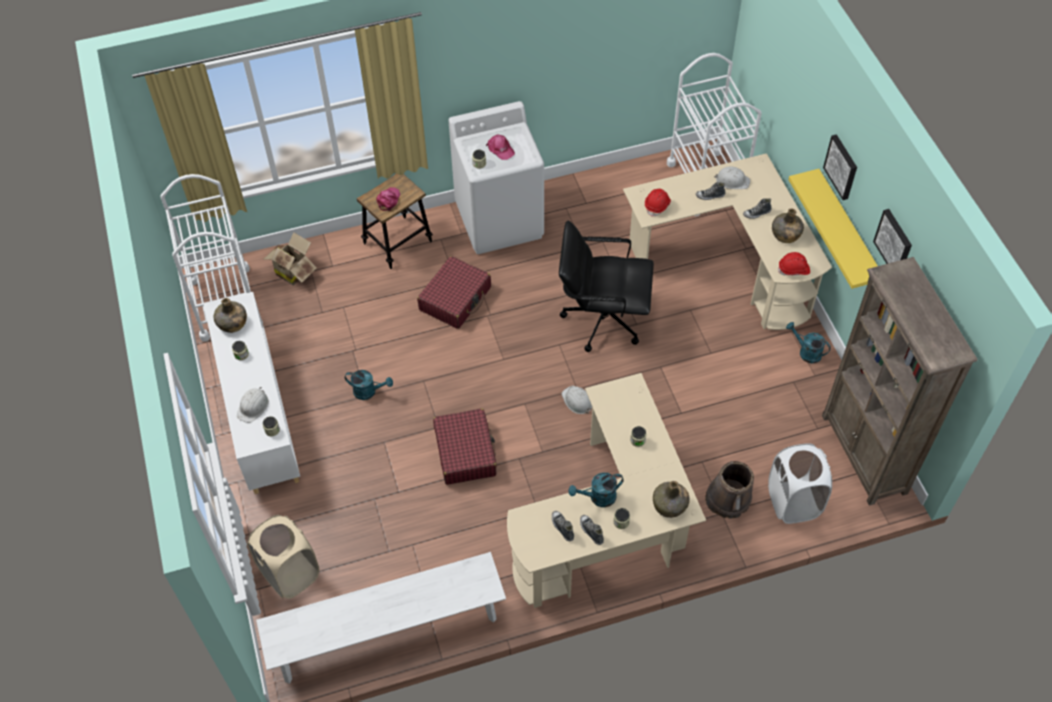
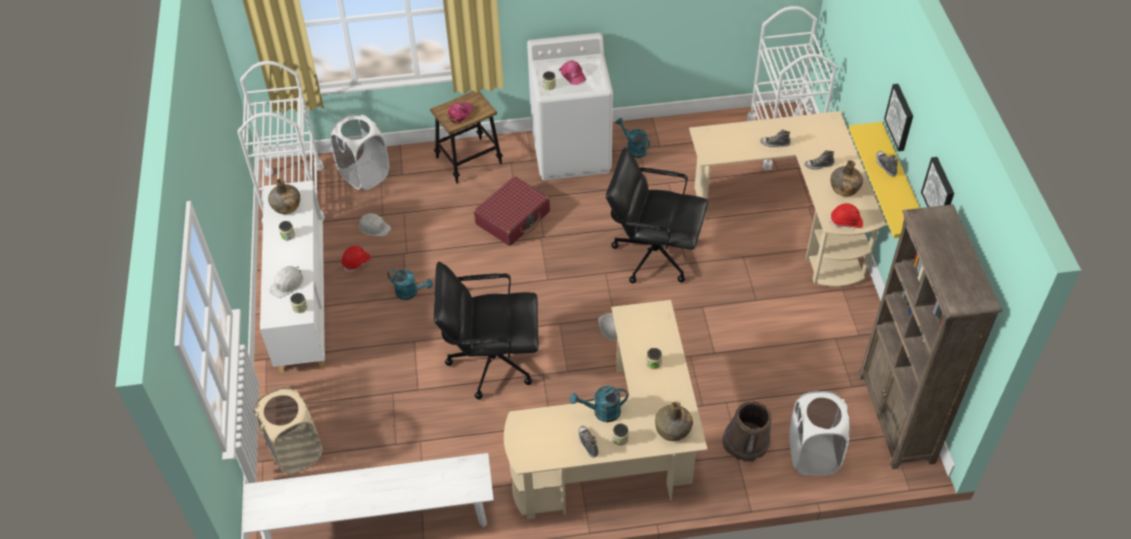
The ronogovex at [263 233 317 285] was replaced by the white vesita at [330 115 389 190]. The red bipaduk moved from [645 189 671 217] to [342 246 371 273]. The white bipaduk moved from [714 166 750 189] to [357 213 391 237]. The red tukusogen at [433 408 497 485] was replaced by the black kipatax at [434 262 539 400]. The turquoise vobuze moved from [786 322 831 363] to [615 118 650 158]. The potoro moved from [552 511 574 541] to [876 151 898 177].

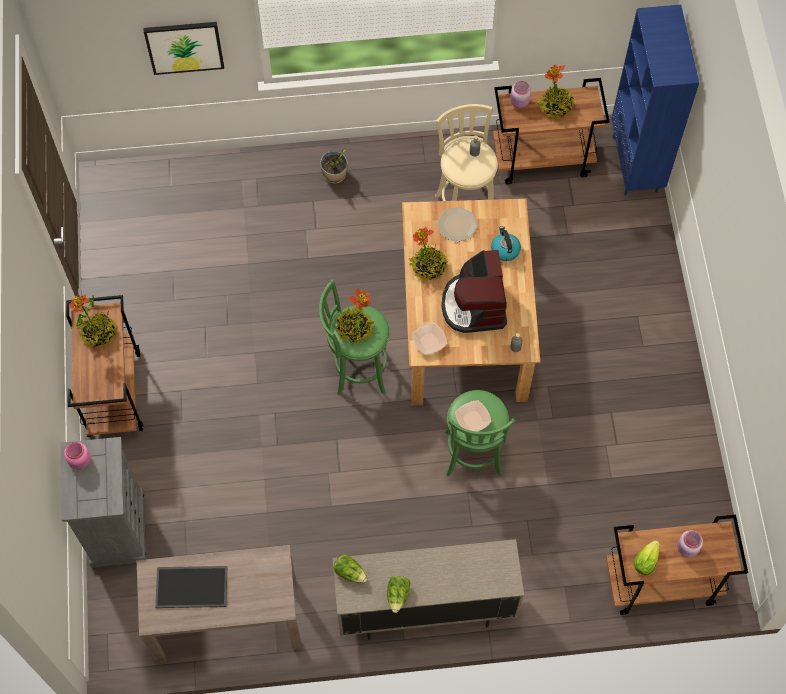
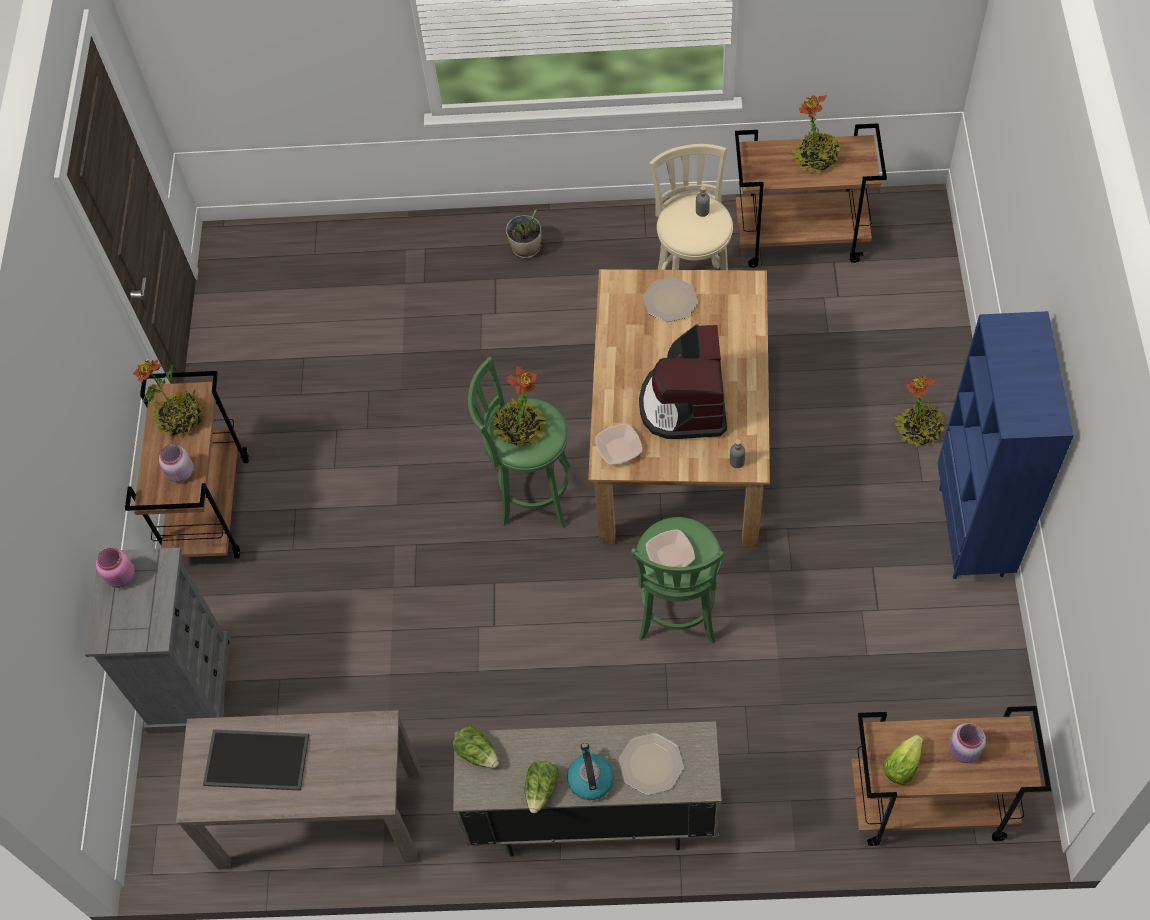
The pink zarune moved from [510 81 531 108] to [159 444 194 482]. The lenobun moved from [491 226 521 261] to [567 743 614 800]. The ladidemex at [619 733 684 795] appeared. The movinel moved from [409 227 448 281] to [894 375 945 447]. The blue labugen moved from [611 5 699 195] to [937 311 1074 579]. The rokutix at [143 22 224 75] disappeared.

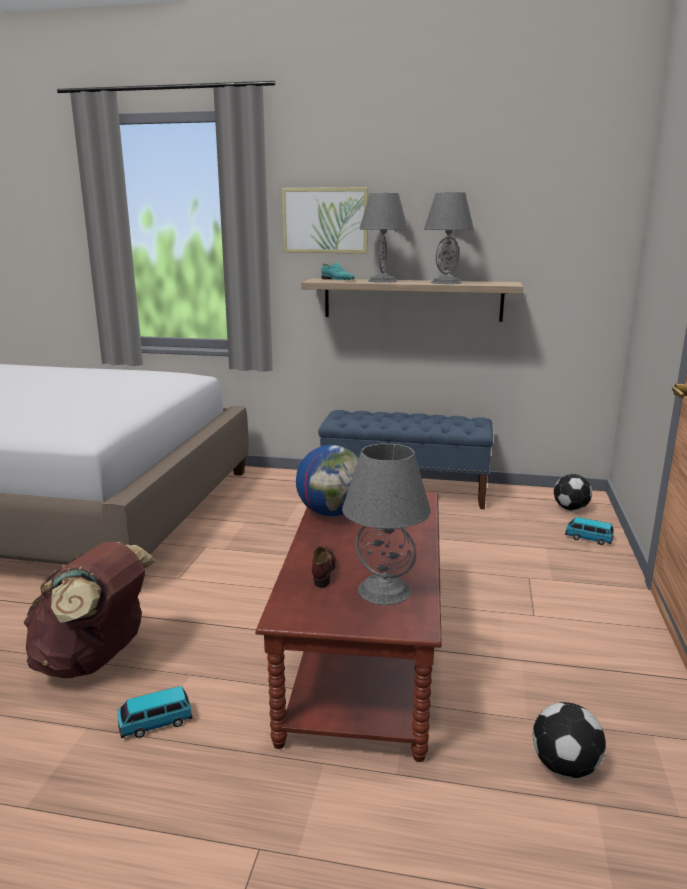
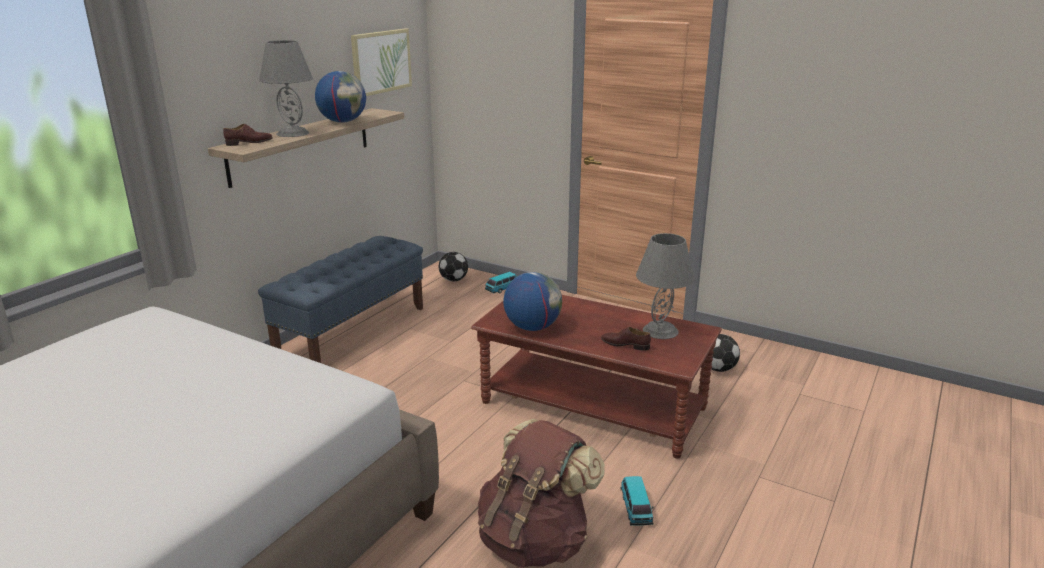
The turquoise potoro at [321 262 355 280] became the brown potoro at [223 124 273 146]. The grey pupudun at [424 192 474 284] was replaced by the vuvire at [315 71 366 123]. The rokutix moved from [282 187 369 253] to [351 28 412 96].

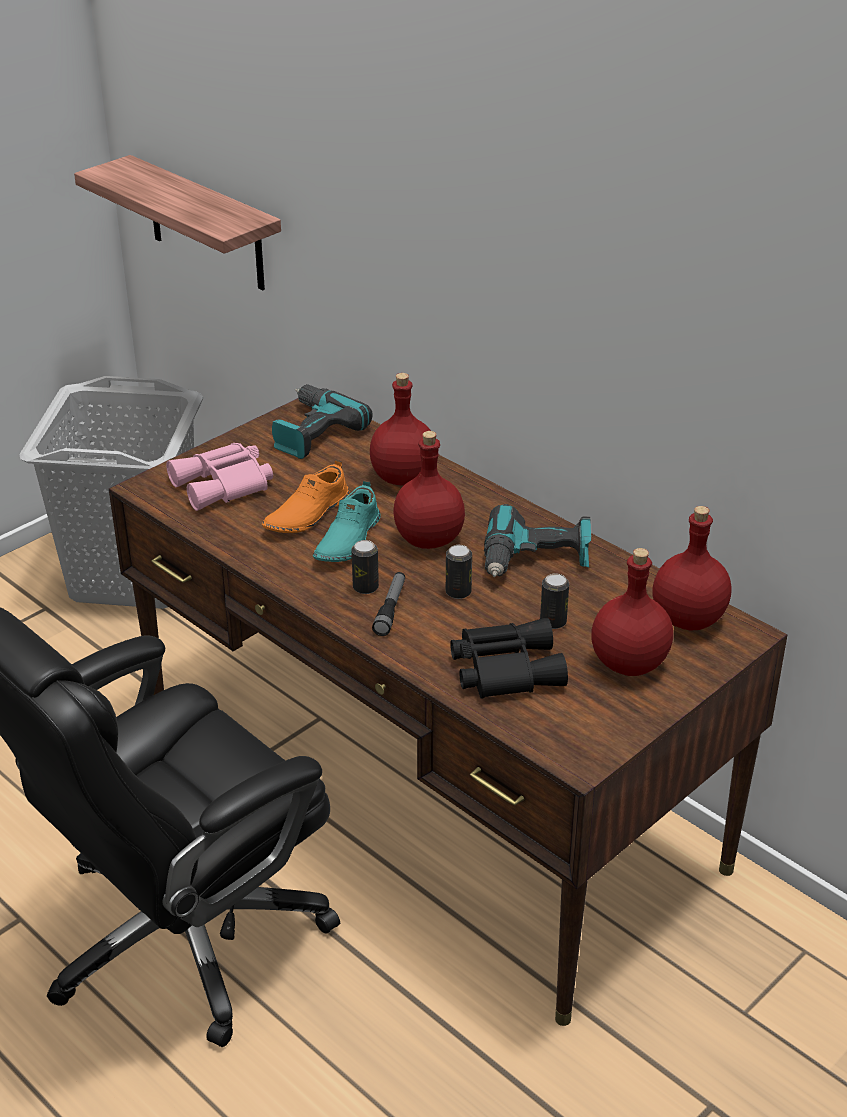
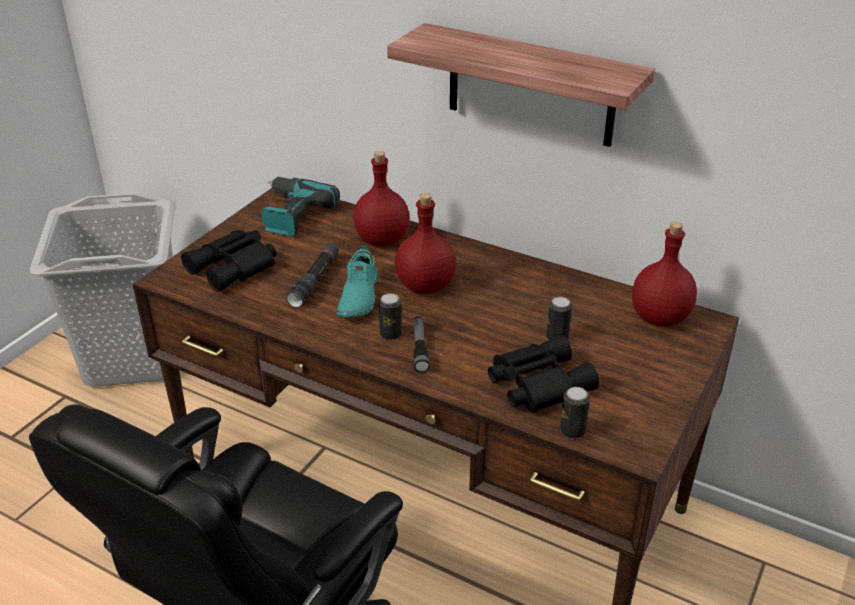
The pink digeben at [166 443 273 511] became the black digeben at [181 230 276 292]. The orange potoro at [262 459 350 533] was replaced by the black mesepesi at [286 243 339 308]. The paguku moved from [74 155 281 290] to [387 23 655 147]. The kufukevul moved from [446 545 472 599] to [560 387 590 439]. The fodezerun at [484 504 591 577] disappeared. The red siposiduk at [591 548 673 676] disappeared.

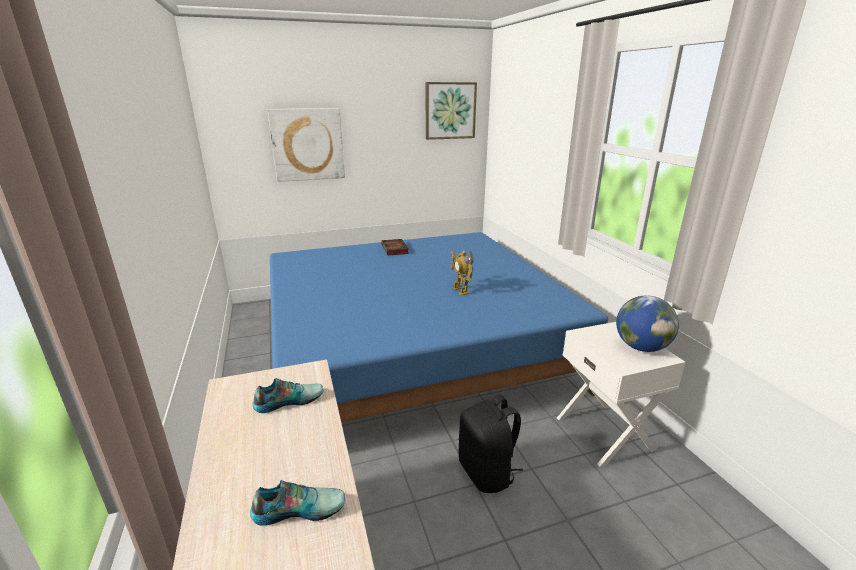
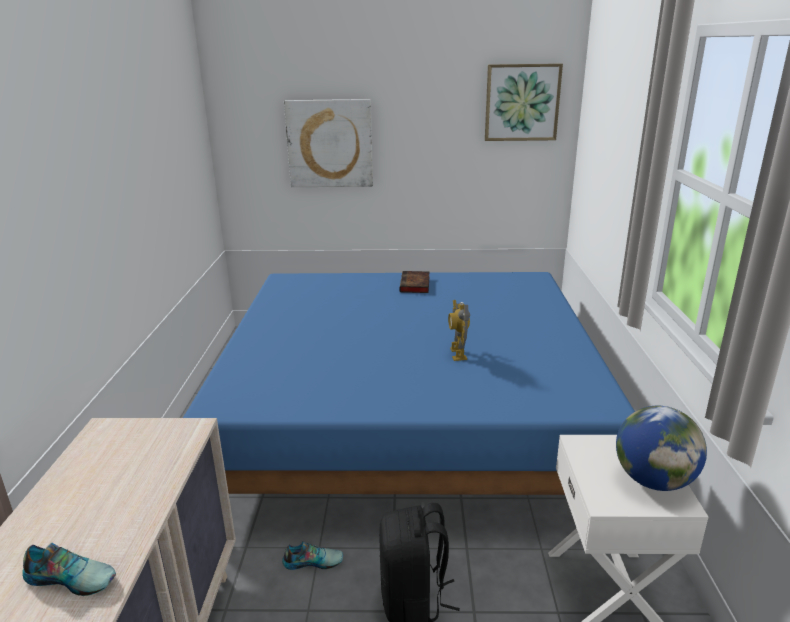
The potoro moved from [252 378 323 413] to [282 541 343 570].

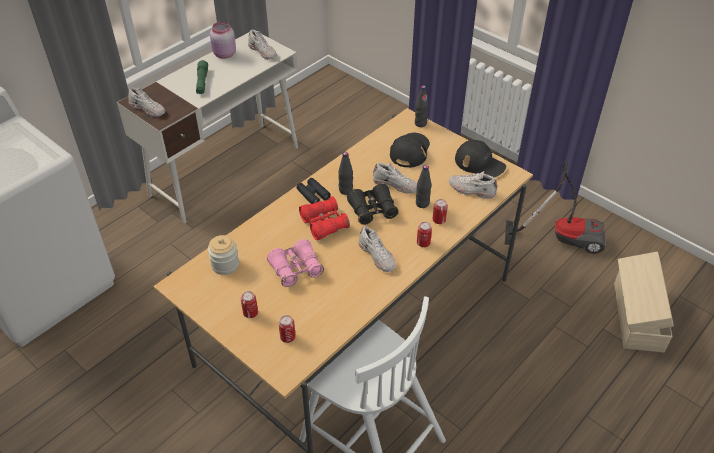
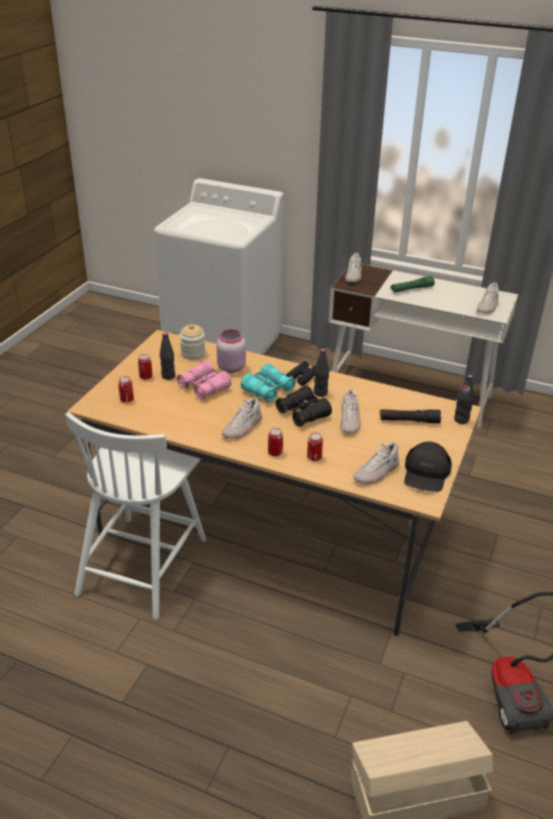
The black siposiduk moved from [416 165 432 208] to [160 333 175 380]. The pink zarune moved from [210 22 236 59] to [217 330 246 373]. The red digeben at [299 196 350 240] became the turquoise digeben at [241 363 296 403]. The white potoro at [449 171 497 199] turned 135 degrees counterclockwise. The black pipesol at [390 133 430 168] was replaced by the black mesepesi at [380 409 441 423].

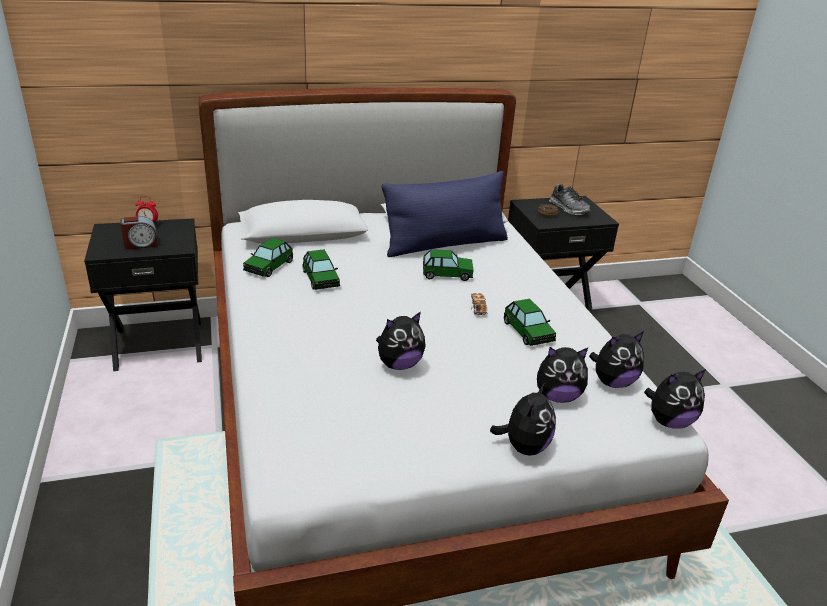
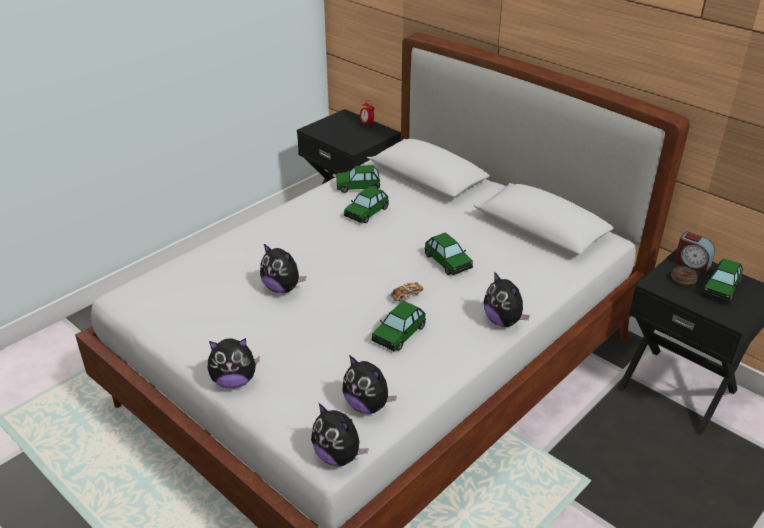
The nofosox moved from [537 347 588 403] to [483 271 530 327]. The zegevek moved from [120 216 158 249] to [674 232 715 273]. The potoro at [549 184 590 215] was replaced by the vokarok at [702 258 743 303]. The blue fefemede at [382 171 508 257] disappeared.

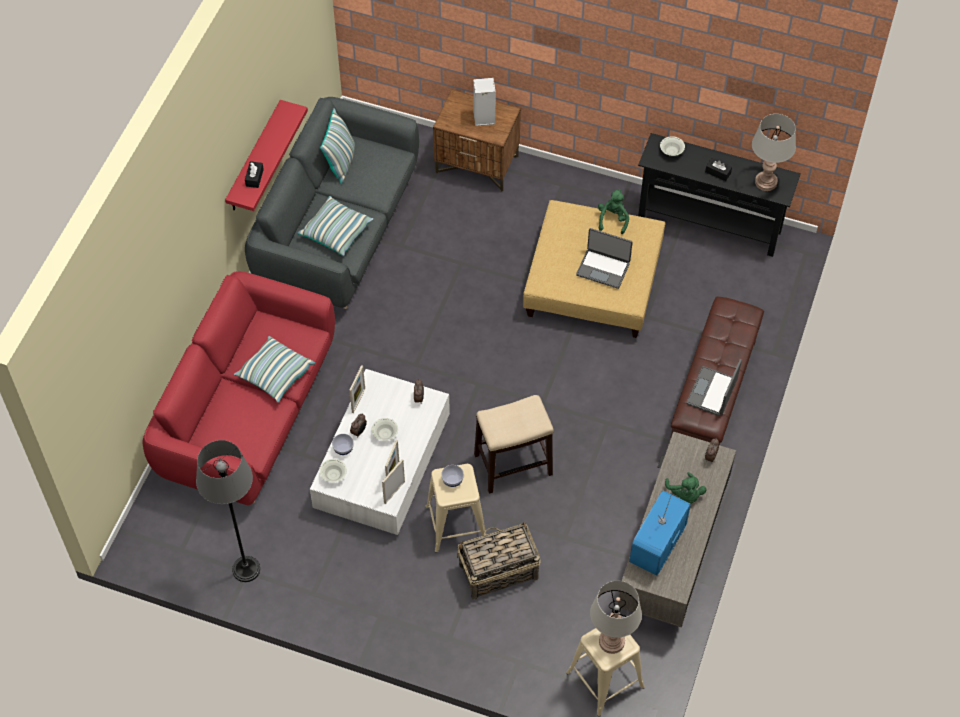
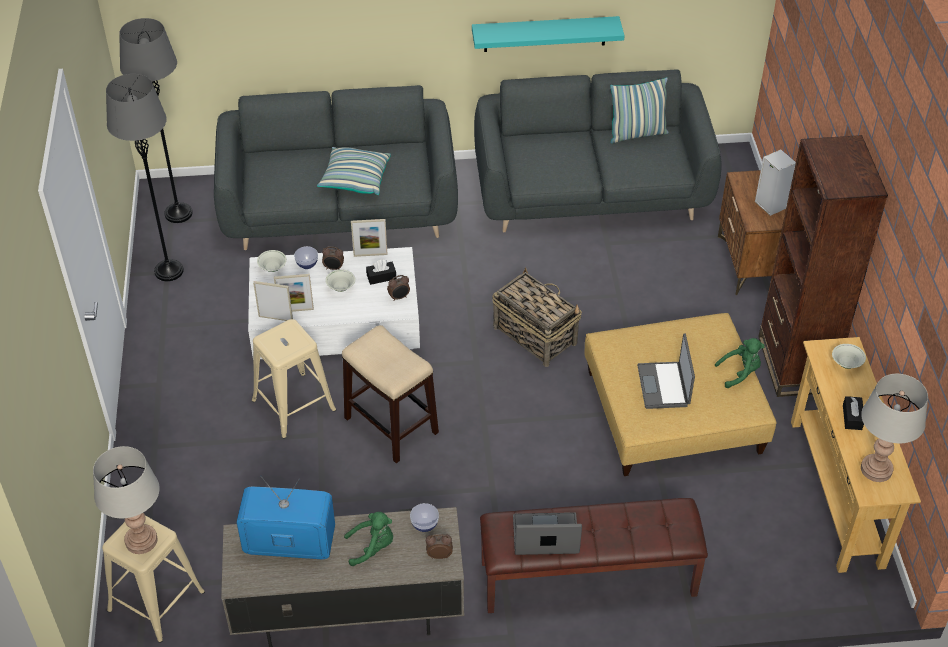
The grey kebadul at [120 18 193 223] appeared. The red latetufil at [142 271 335 505] became the grey latetufil at [214 85 458 250]. The green nofosox at [665 472 707 504] turned 150 degrees counterclockwise. The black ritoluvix moved from [245 161 264 188] to [366 259 396 285]. The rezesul moved from [441 465 464 487] to [410 503 439 532]. The red paguku at [225 100 308 211] became the turquoise paguku at [472 16 625 52]. The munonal moved from [457 522 541 600] to [492 267 582 367]. The brown labugen at [758 135 888 397] appeared. The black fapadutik at [638 133 801 257] became the beige fapadutik at [791 337 921 573]. The fefemede at [297 196 374 256] disappeared.

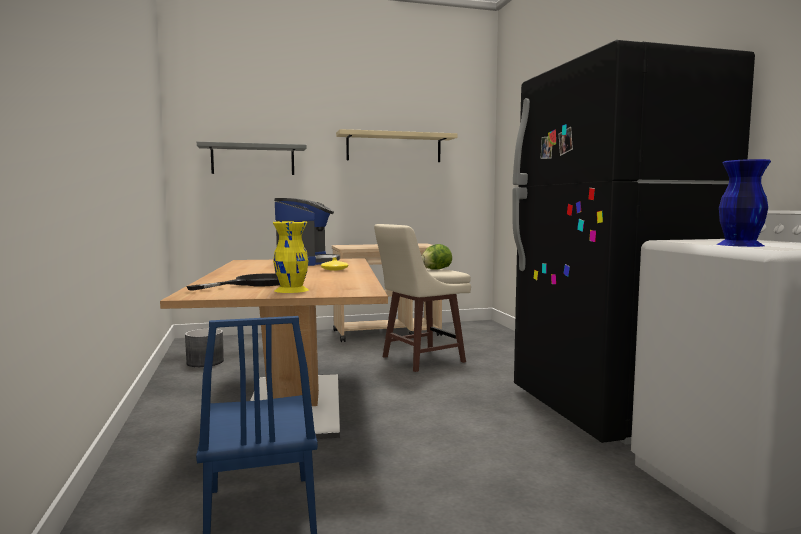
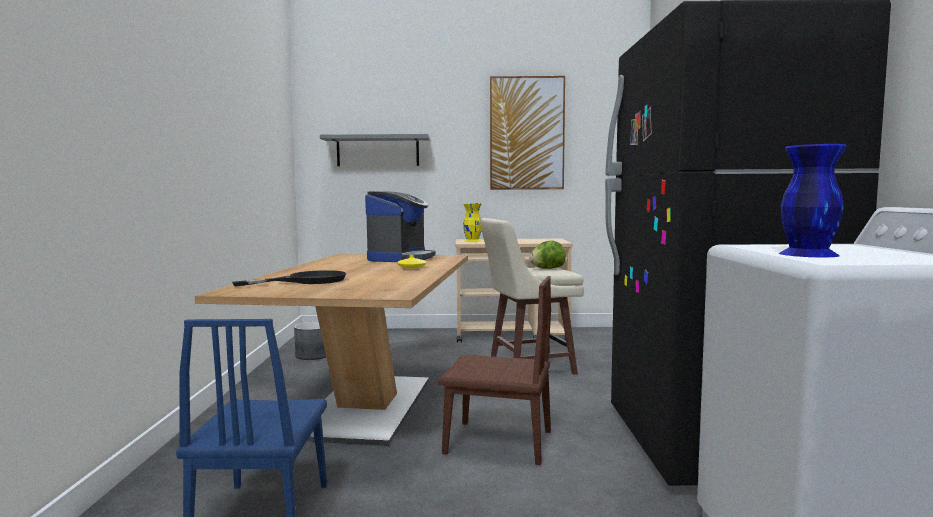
The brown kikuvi at [438 276 551 465] appeared. The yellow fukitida moved from [273 221 309 293] to [463 203 482 242]. The beige paguku at [336 129 458 162] was replaced by the rokutix at [490 76 565 190].

